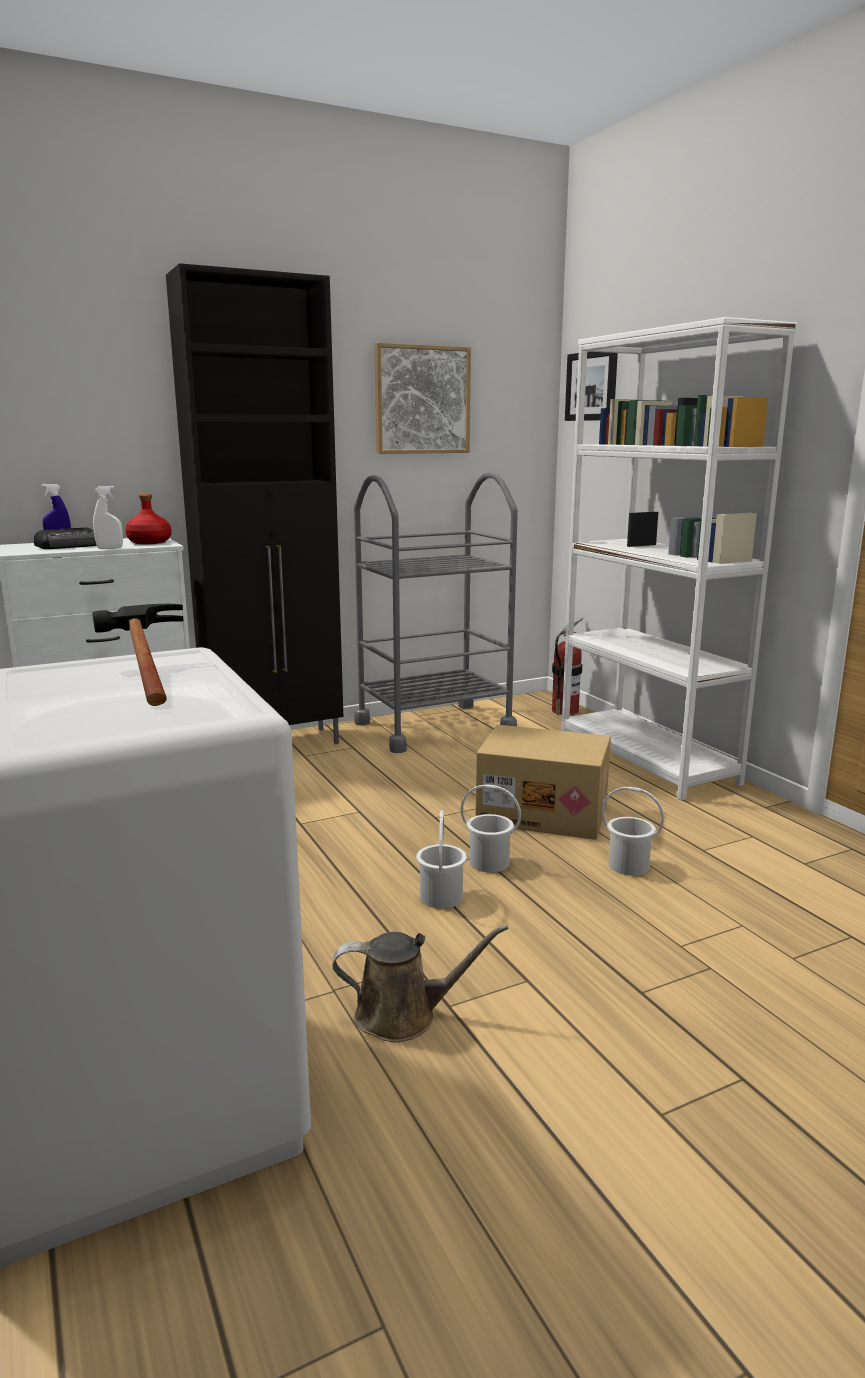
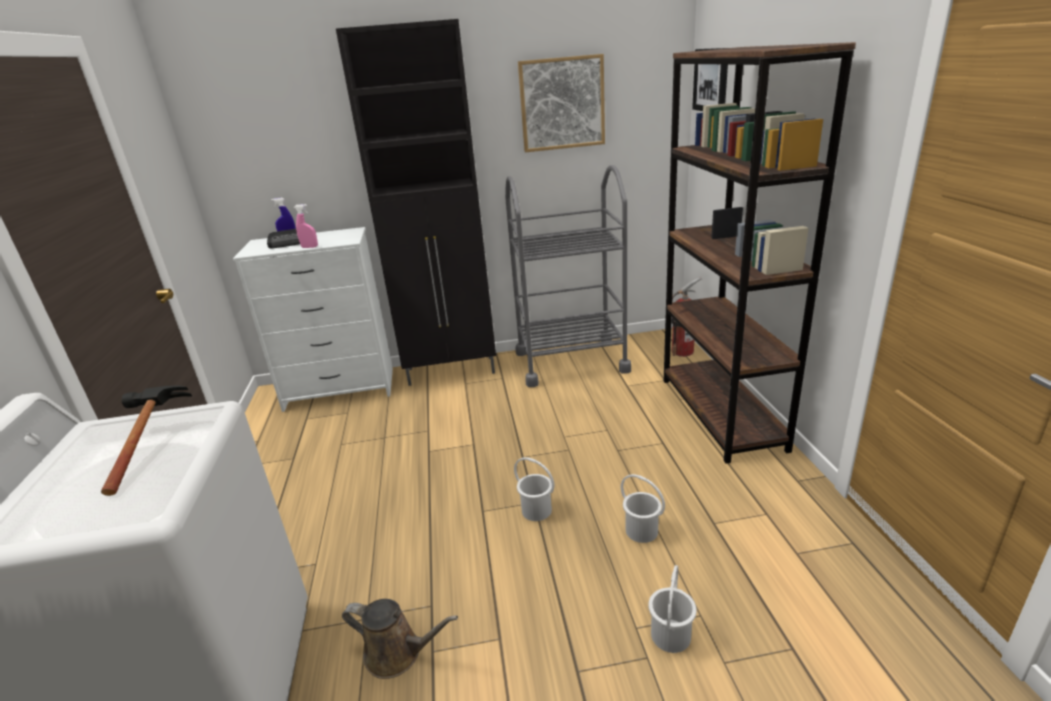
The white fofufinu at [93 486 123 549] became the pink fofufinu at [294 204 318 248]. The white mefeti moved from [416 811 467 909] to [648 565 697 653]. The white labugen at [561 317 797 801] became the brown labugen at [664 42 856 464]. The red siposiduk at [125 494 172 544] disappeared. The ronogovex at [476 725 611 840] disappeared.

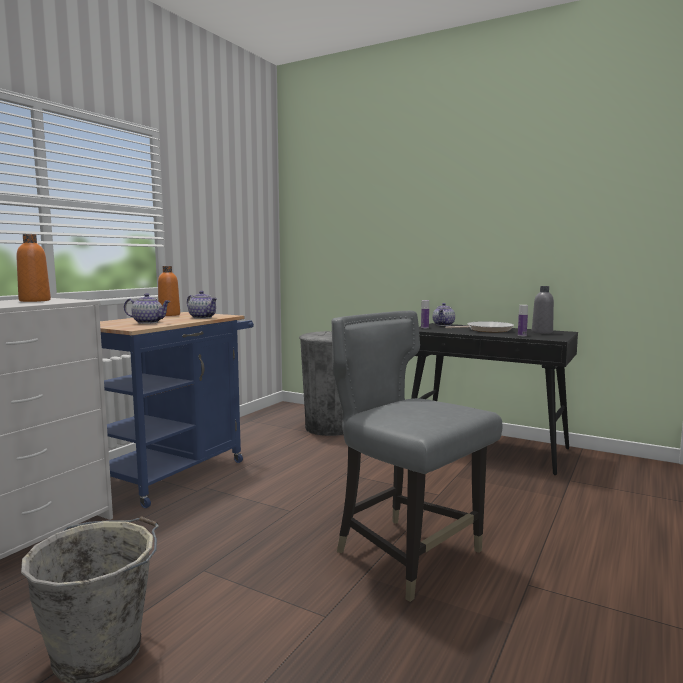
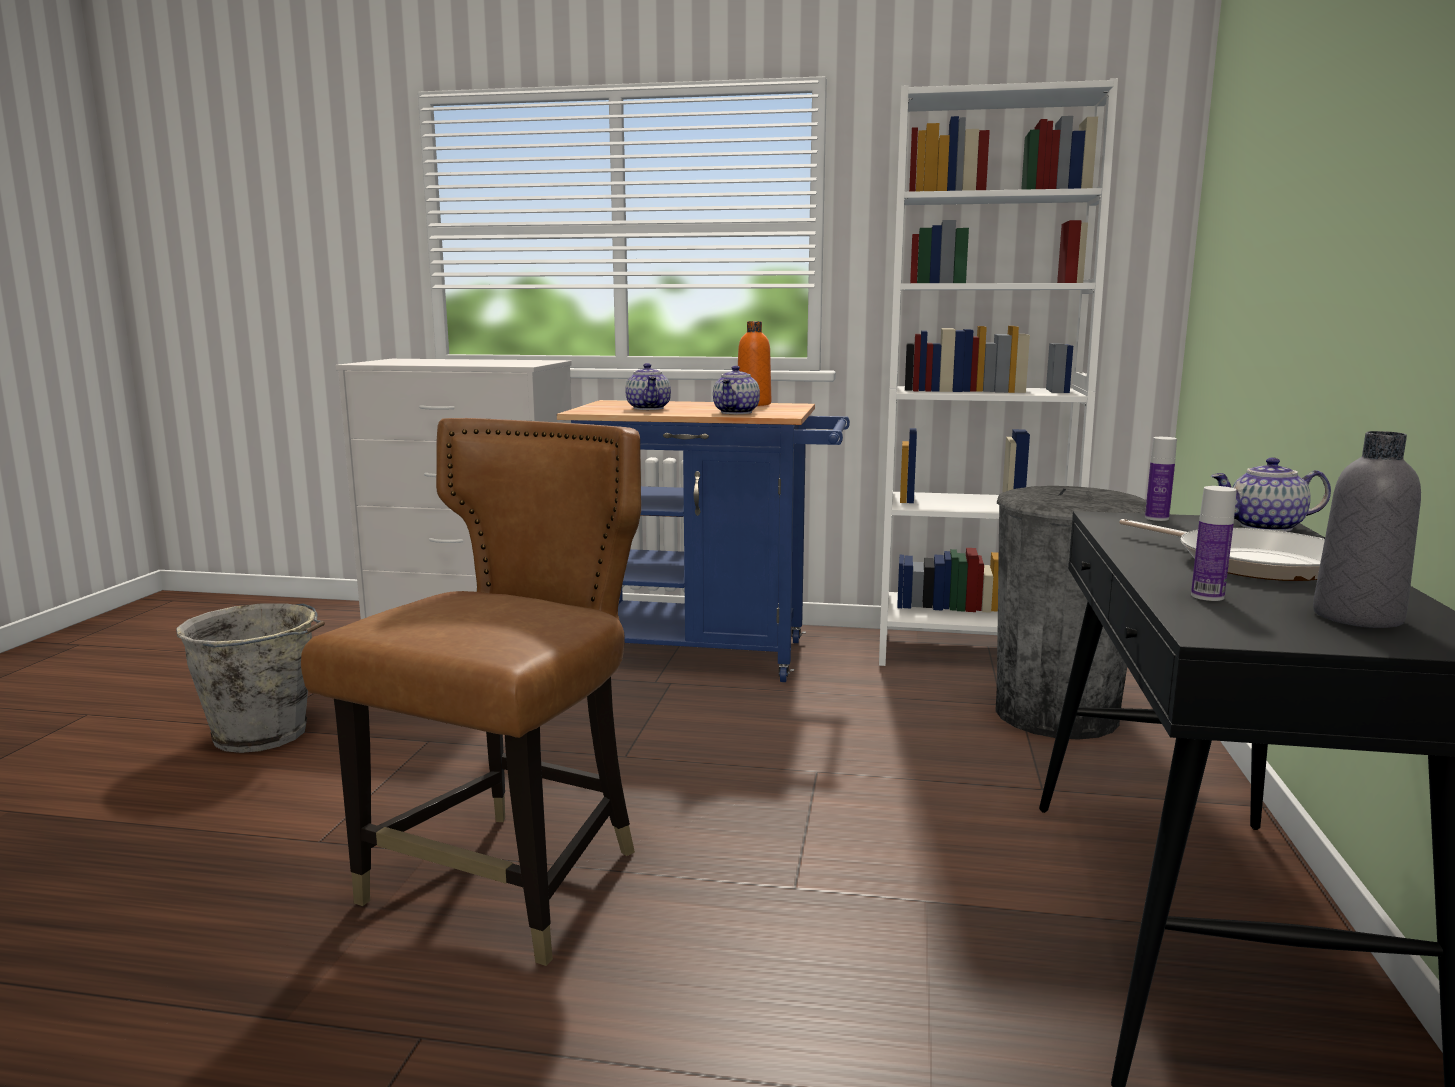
The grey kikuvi at [331 311 503 602] became the brown kikuvi at [301 418 641 966]. The white labugen at [879 78 1118 666] appeared. The orange siposiduk at [16 234 51 302] disappeared.

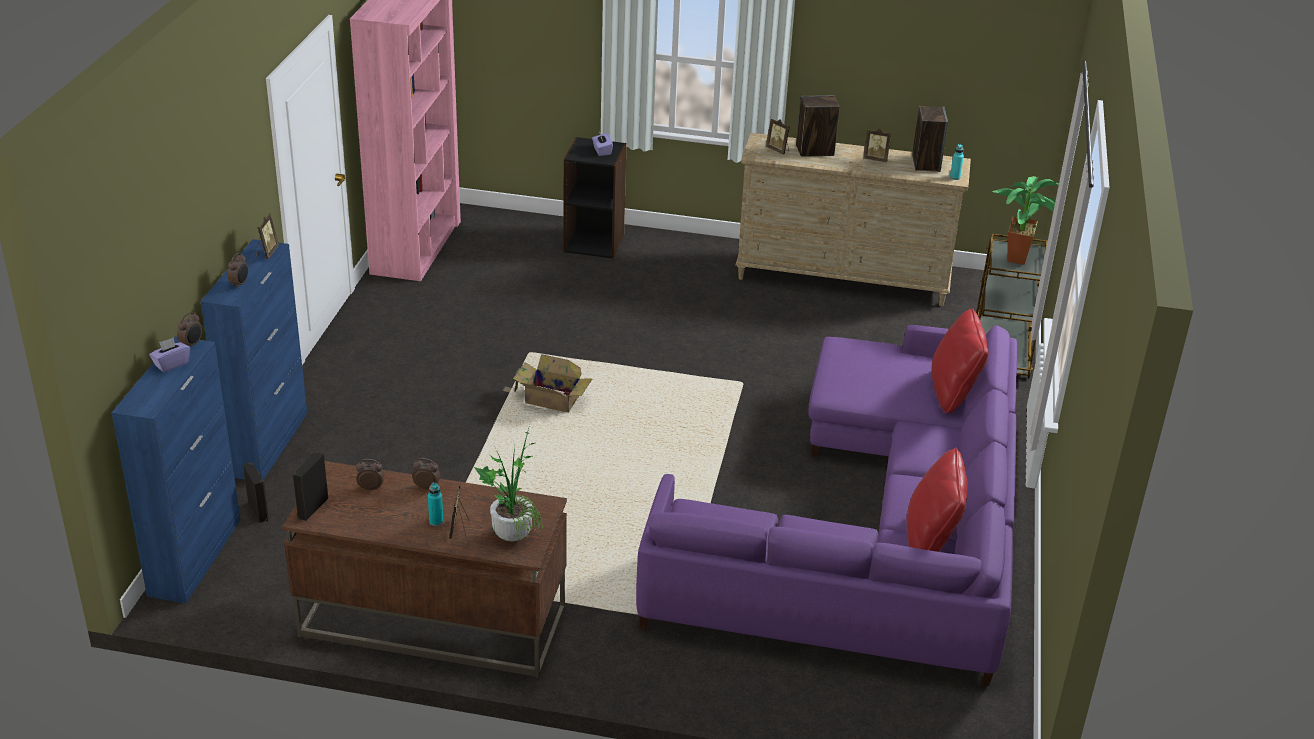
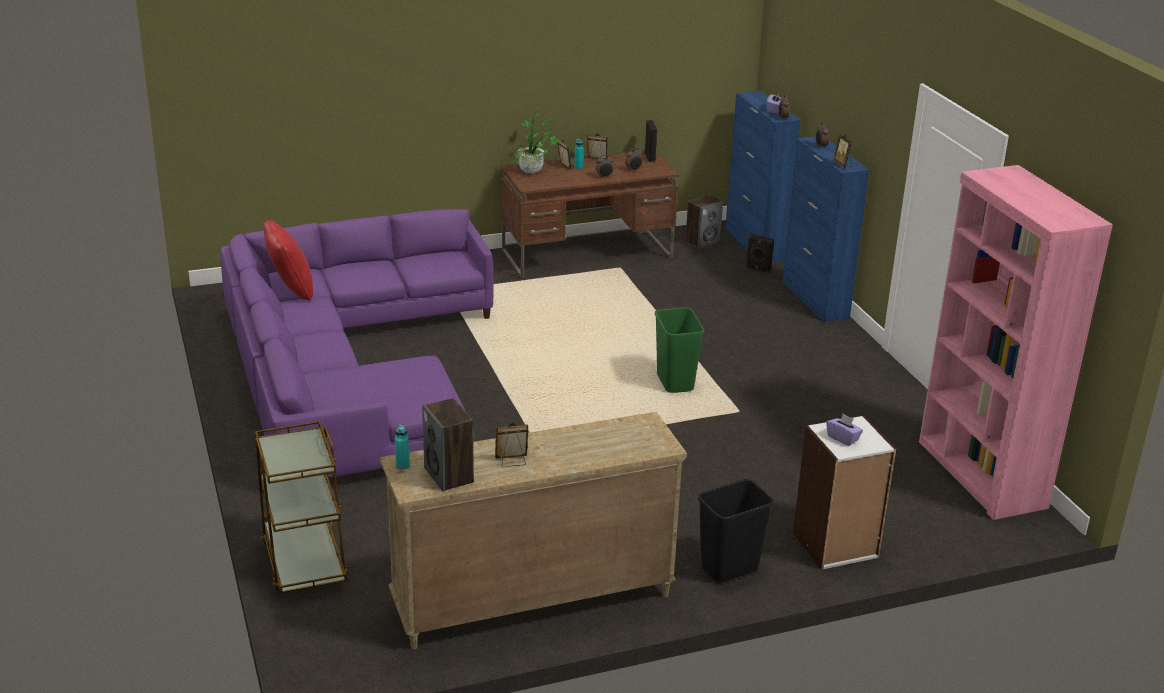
The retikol moved from [766 118 790 155] to [587 133 608 163]. The ronogovex at [502 354 592 413] was replaced by the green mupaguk at [655 307 704 393]. The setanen moved from [796 95 840 157] to [685 195 723 249]. The black mupaguk at [698 479 774 582] appeared. The black labugen at [563 137 627 259] became the white labugen at [793 416 896 570]. The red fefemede at [931 308 989 414] disappeared. The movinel at [992 176 1059 265] disappeared.

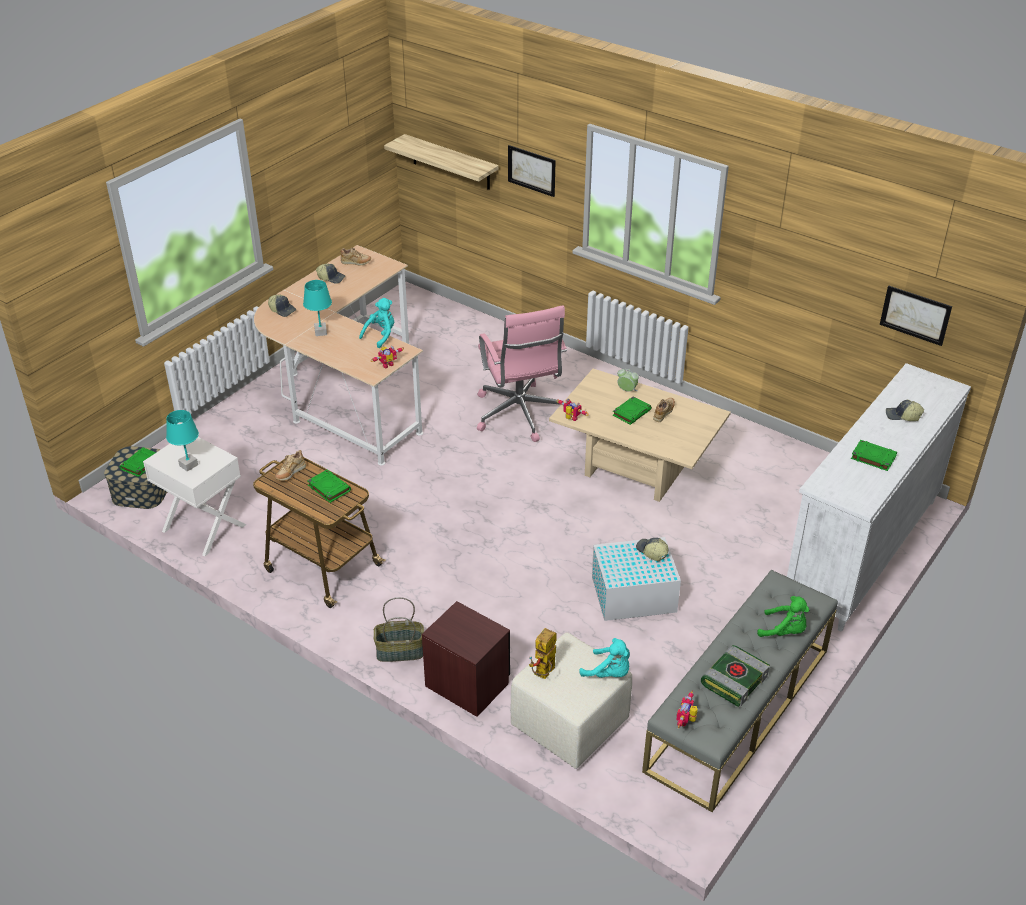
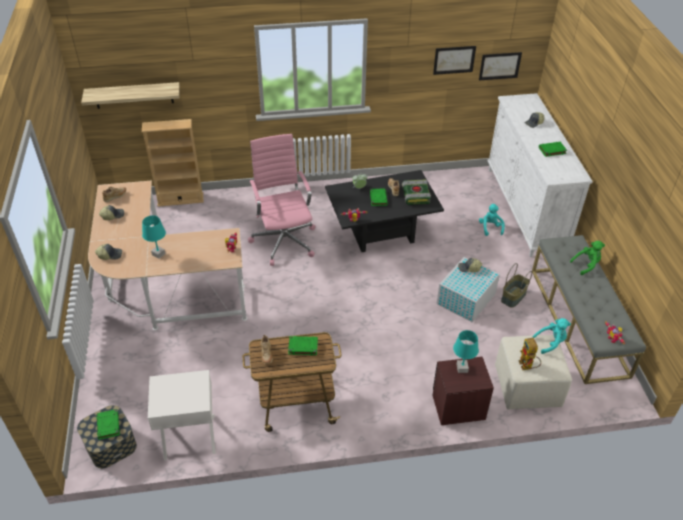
The beige labugen at [142 119 203 207] appeared. The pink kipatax at [477 305 567 442] turned 135 degrees counterclockwise. The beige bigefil at [549 369 731 502] became the black bigefil at [325 170 444 252]. The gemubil moved from [701 645 770 707] to [402 180 431 205]. The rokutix moved from [508 145 556 197] to [433 46 476 75]. The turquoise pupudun moved from [166 410 199 471] to [453 330 479 373]. The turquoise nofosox moved from [359 298 394 348] to [479 204 505 236]. The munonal moved from [374 597 424 662] to [501 263 532 308].

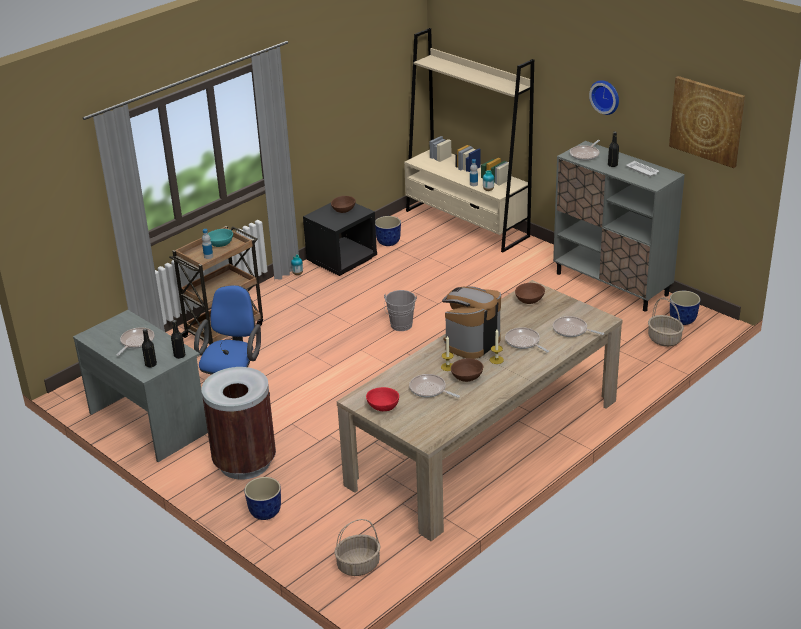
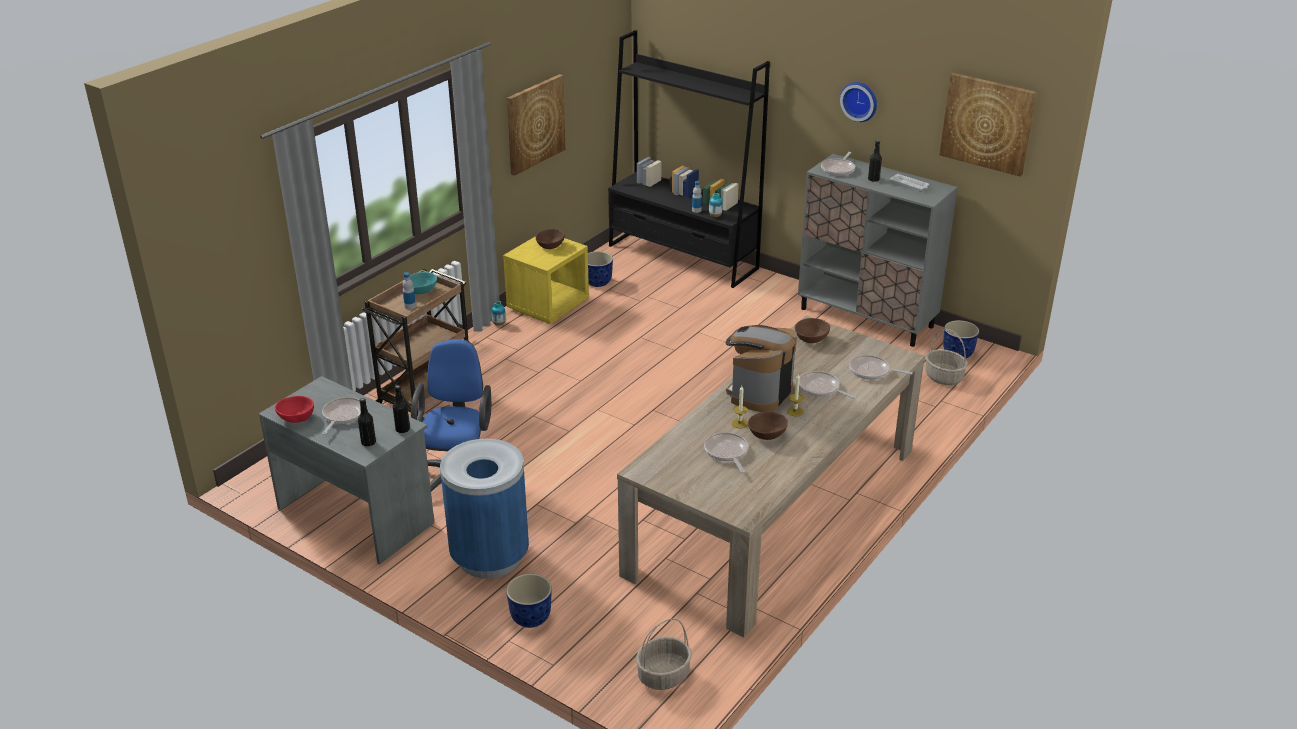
The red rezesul moved from [366 387 399 411] to [275 396 314 423]. The brown mupaguk at [202 367 276 480] became the blue mupaguk at [440 439 529 579]. The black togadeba at [303 203 377 276] became the yellow togadeba at [503 236 589 324]. The rokutix at [507 74 565 176] appeared. The beige labugen at [404 28 534 253] became the black labugen at [608 30 770 288]. The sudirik at [409 374 460 398] turned 45 degrees clockwise. The grey mefeti at [384 290 417 331] disappeared.

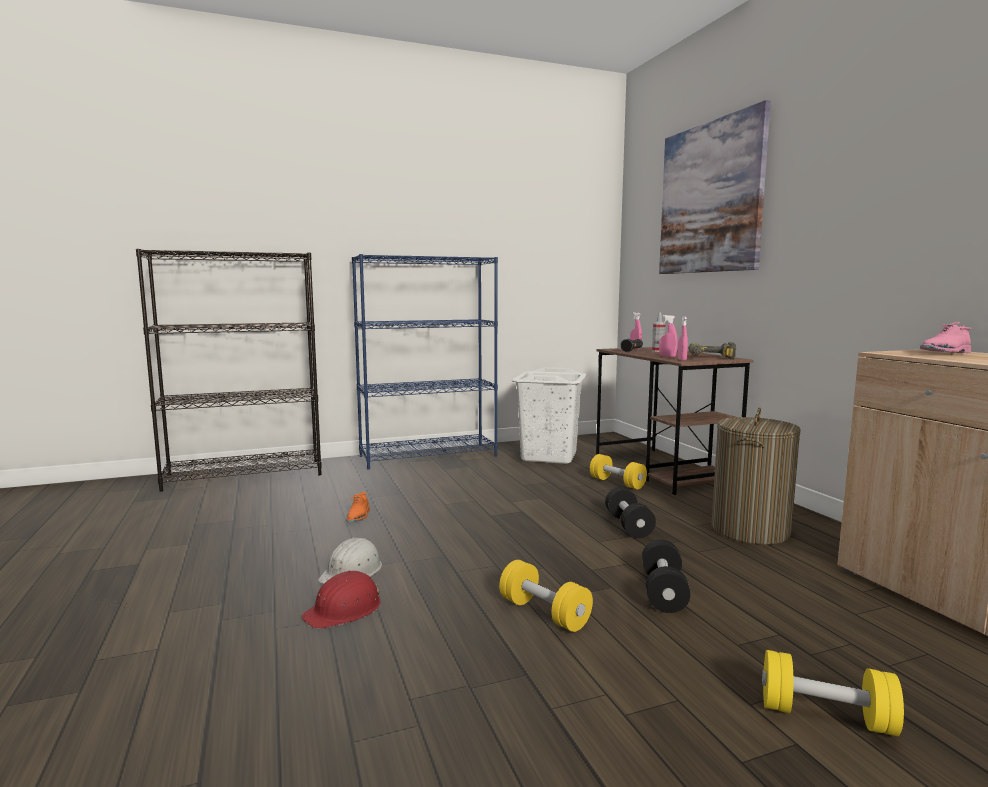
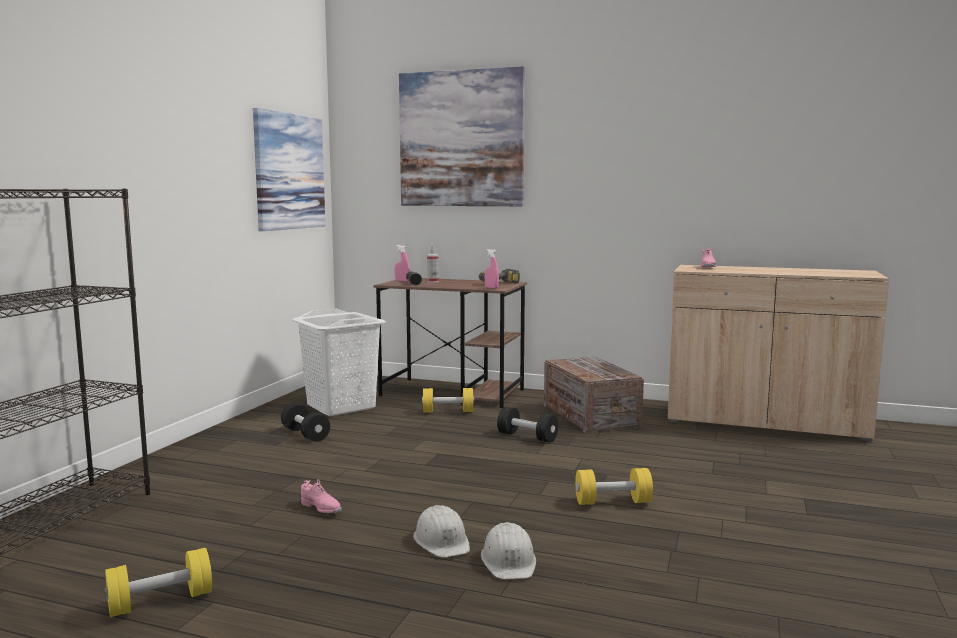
The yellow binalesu moved from [762 650 904 736] to [104 548 212 617]. The rokutix at [253 108 325 231] appeared. The black binalesu moved from [642 539 690 613] to [281 403 330 442]. The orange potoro at [346 492 370 522] became the pink potoro at [301 480 342 513]. The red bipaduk at [301 570 381 629] became the white bipaduk at [481 522 536 579]. The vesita at [712 407 801 545] was replaced by the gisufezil at [544 356 644 434]. The blue labugen at [352 254 498 469] disappeared. The pink fofufinu at [659 315 678 357] disappeared.

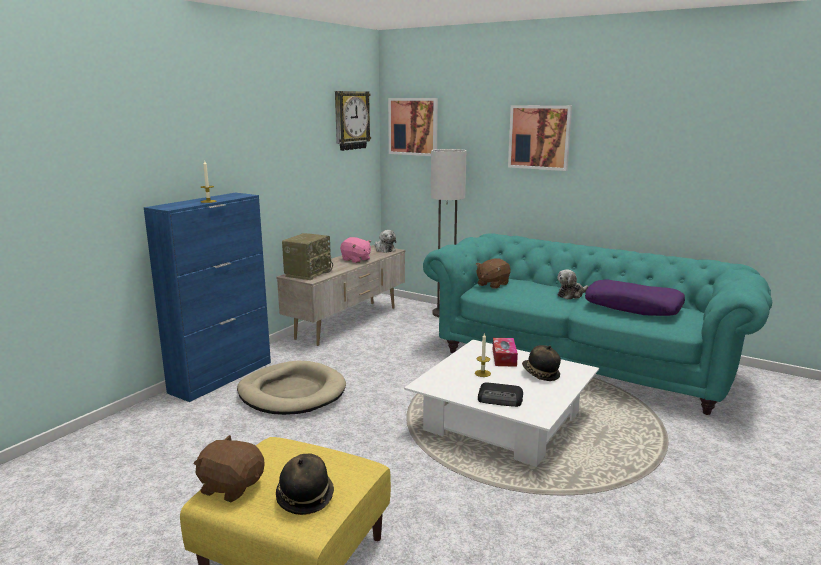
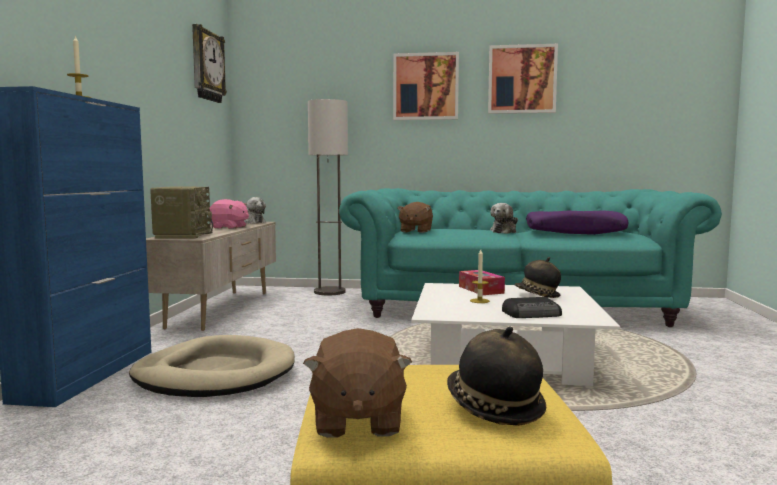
The brown nofosox at [194 435 264 502] turned 90 degrees counterclockwise. The rokutix moved from [388 98 438 156] to [488 44 558 114].

